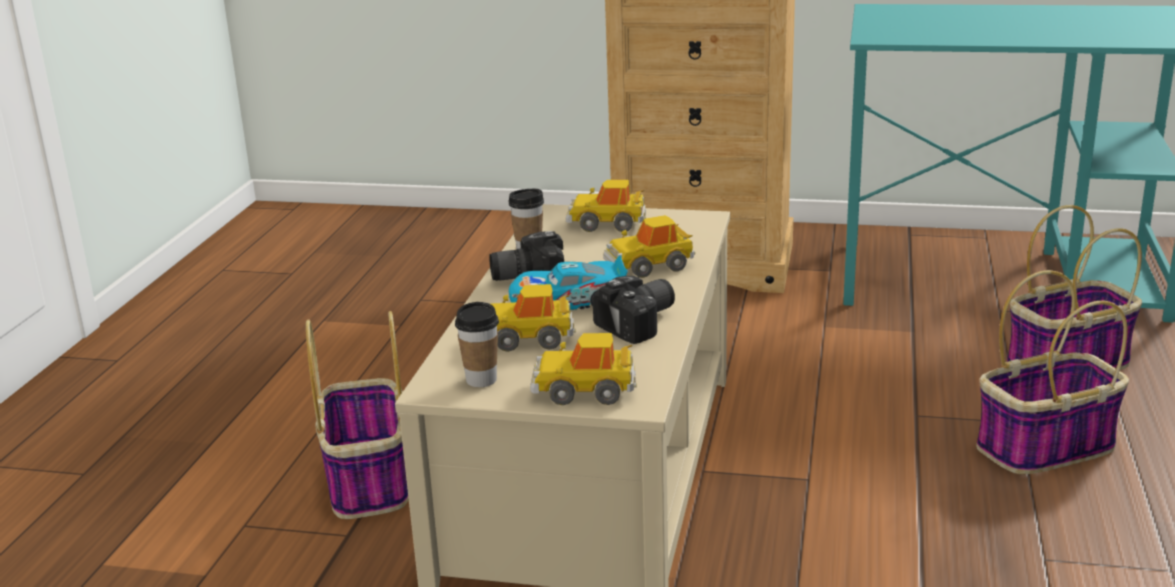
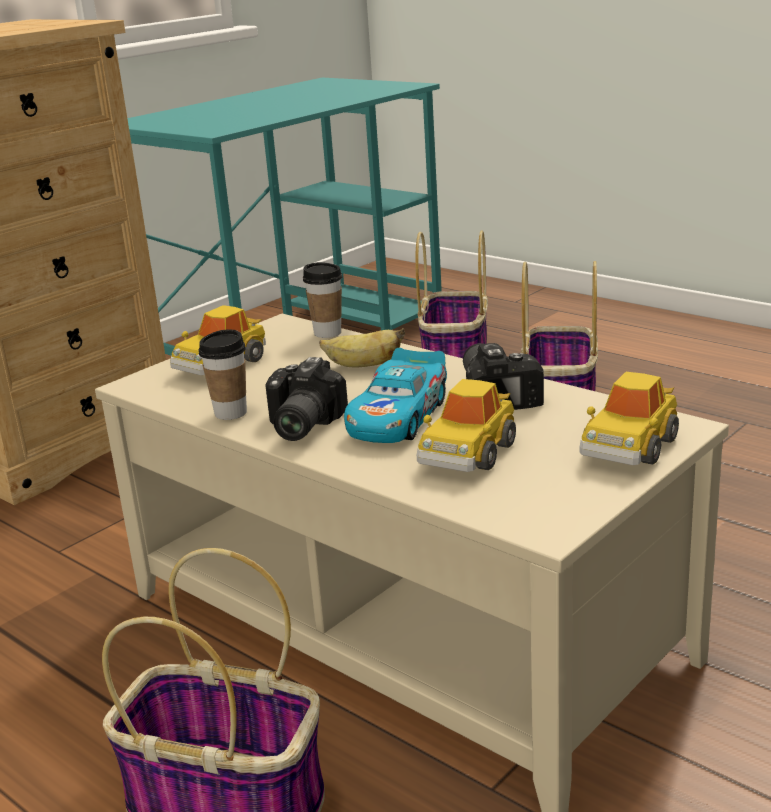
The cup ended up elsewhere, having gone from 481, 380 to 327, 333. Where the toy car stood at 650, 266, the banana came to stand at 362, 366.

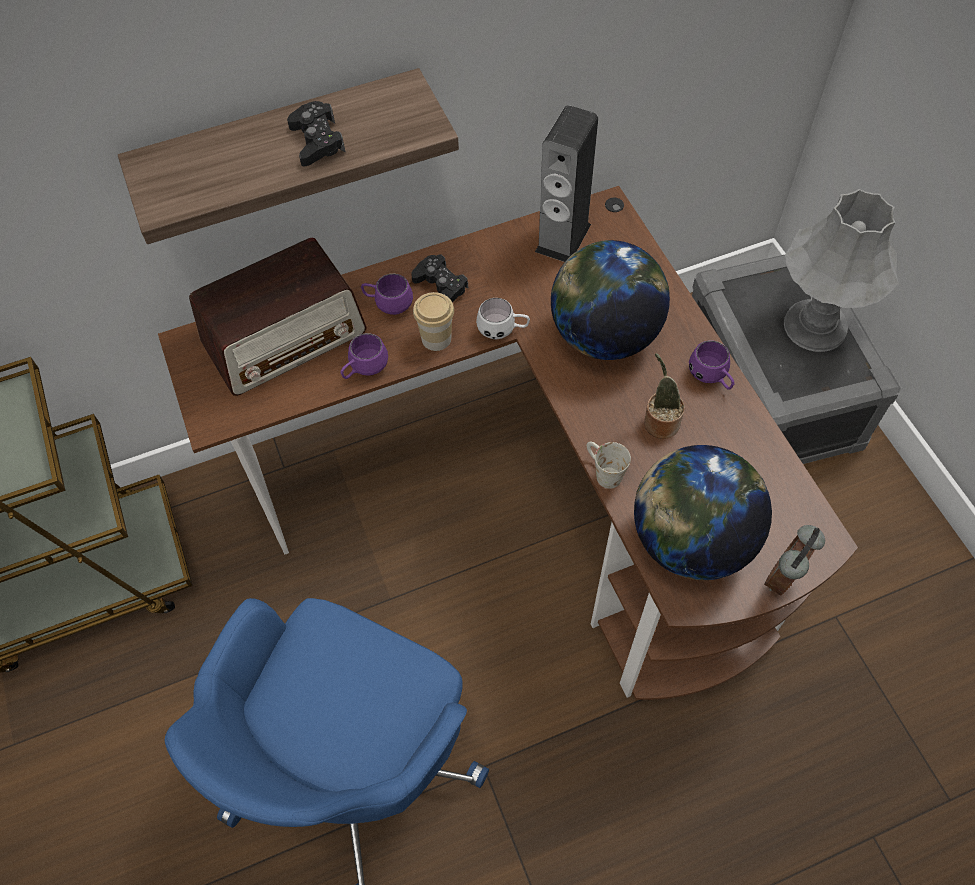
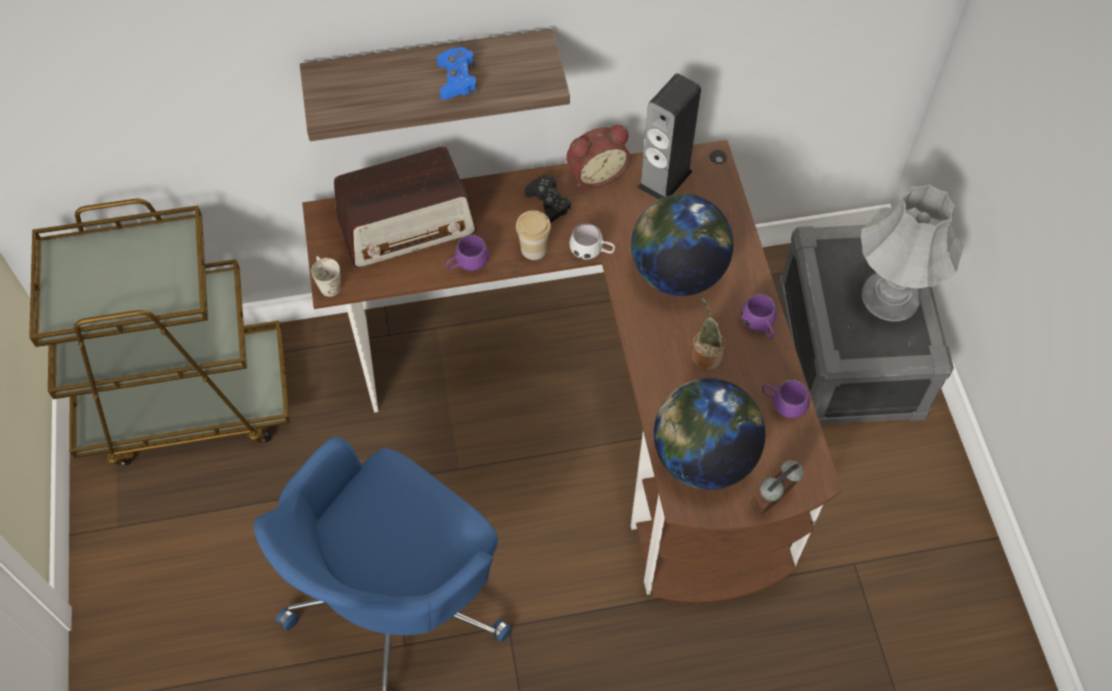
The white mug ended up elsewhere, having gone from 602, 472 to 327, 283. What was the black game controller at 317, 141 turned into the blue game controller at 457, 79. The second view gained the alarm clock at 595, 173. The purple mug ended up elsewhere, having gone from 388, 304 to 782, 404.

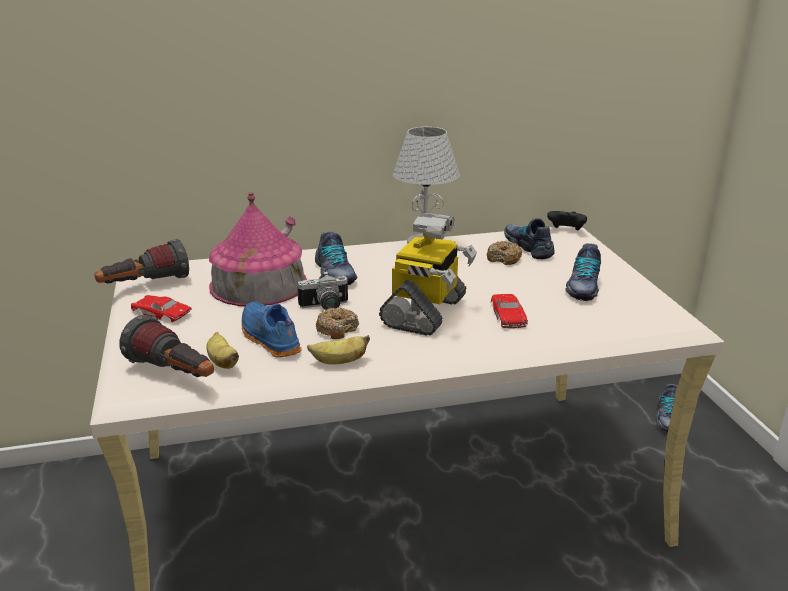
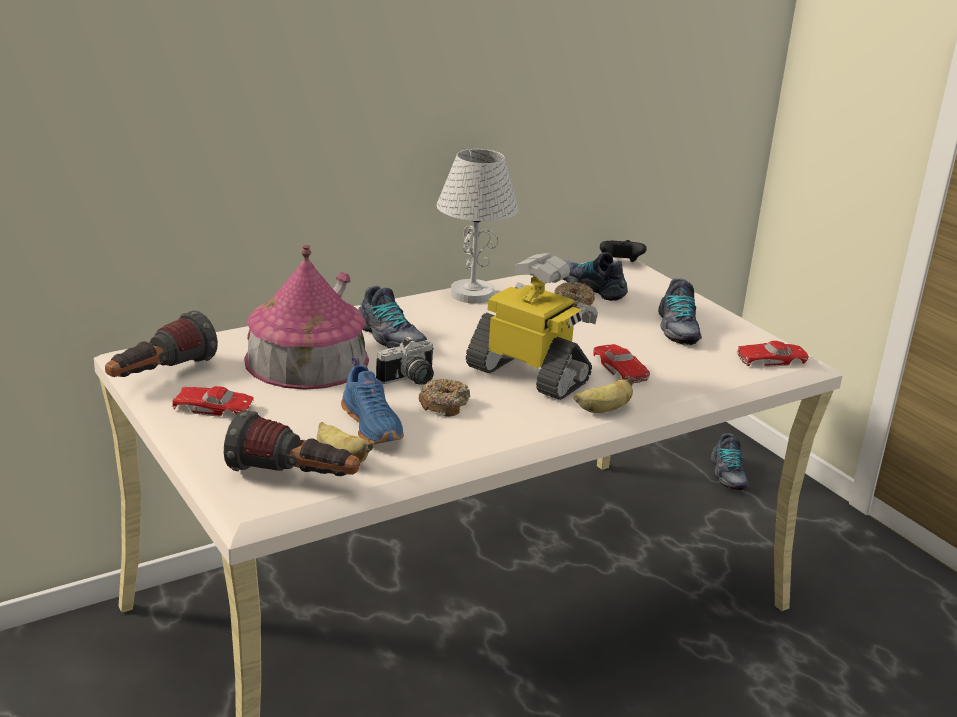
The blue shoe at 269, 339 ended up facing another way, 150 degrees counterclockwise from before. The toy robot at 426, 312 ended up facing another way, 60 degrees counterclockwise from before. The banana ended up elsewhere, having gone from 339, 362 to 603, 410. The second view gained the red toy car at 771, 360.

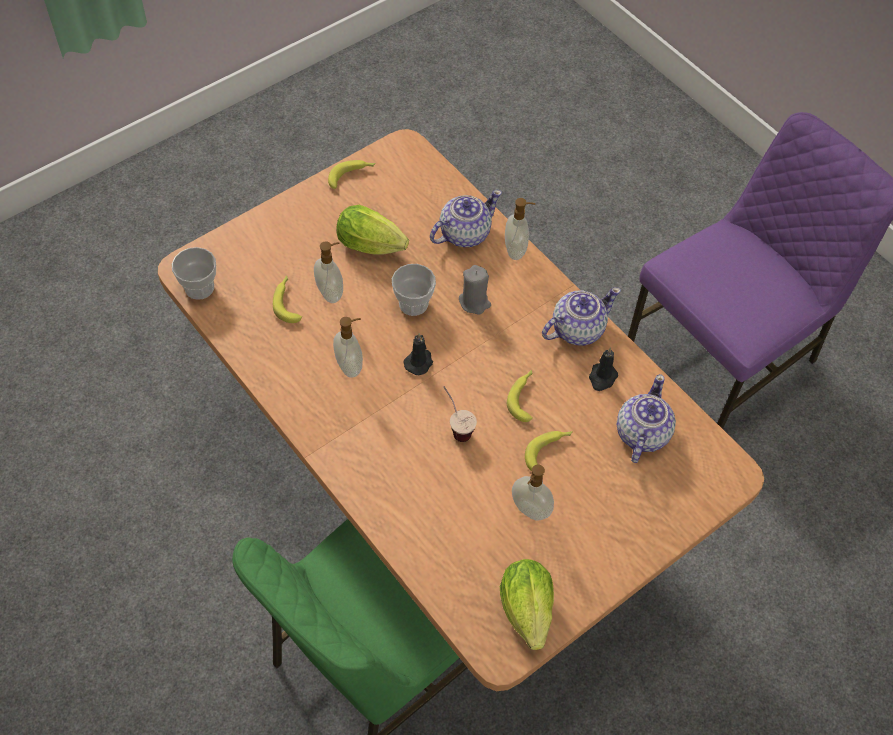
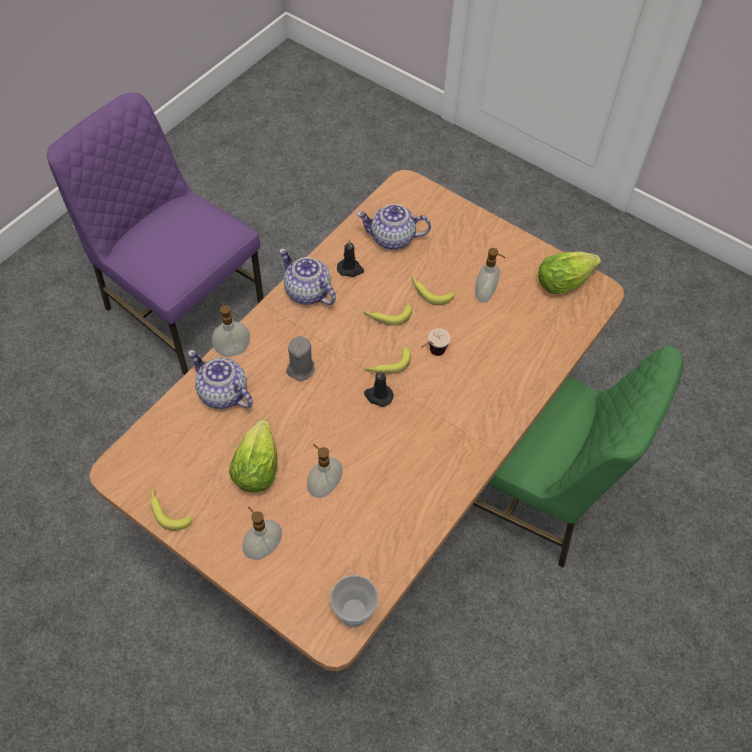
The soap dispenser ended up elsewhere, having gone from 350, 366 to 263, 548. The banana ended up elsewhere, having gone from 287, 302 to 387, 365. The second view lost the cup at 413, 304.

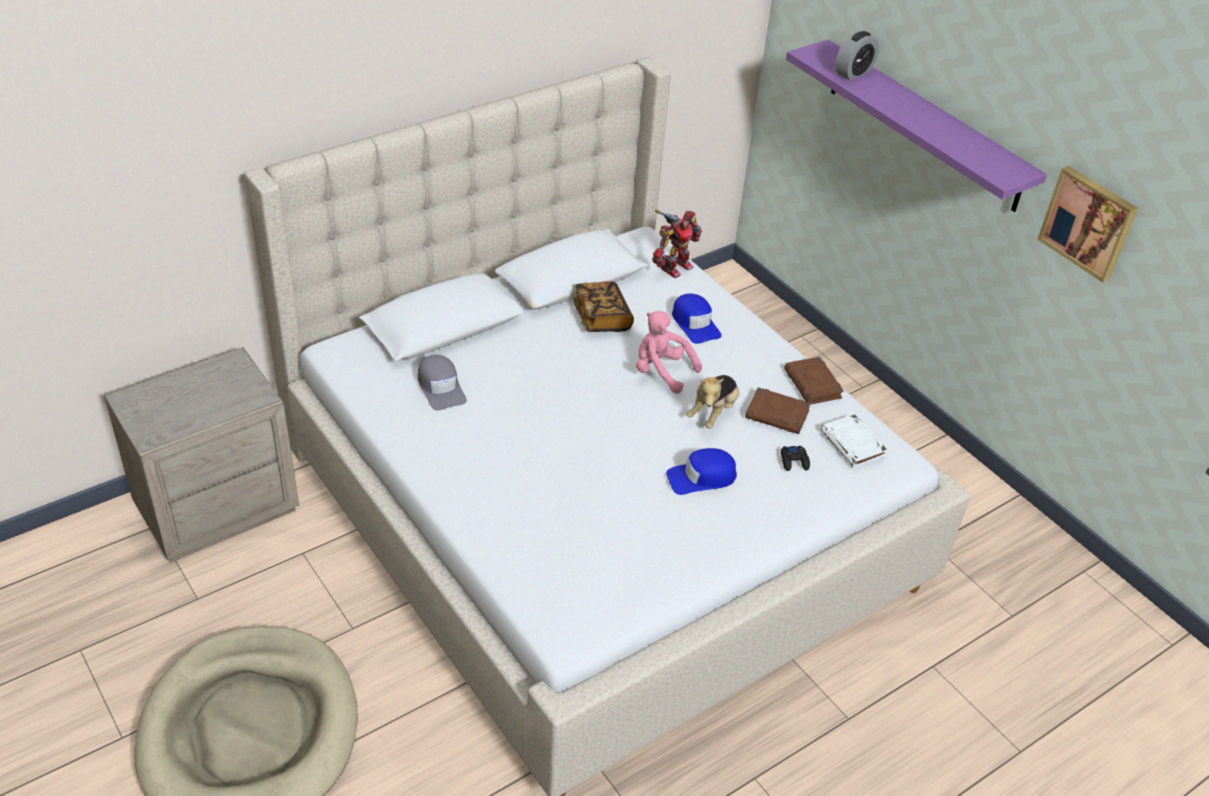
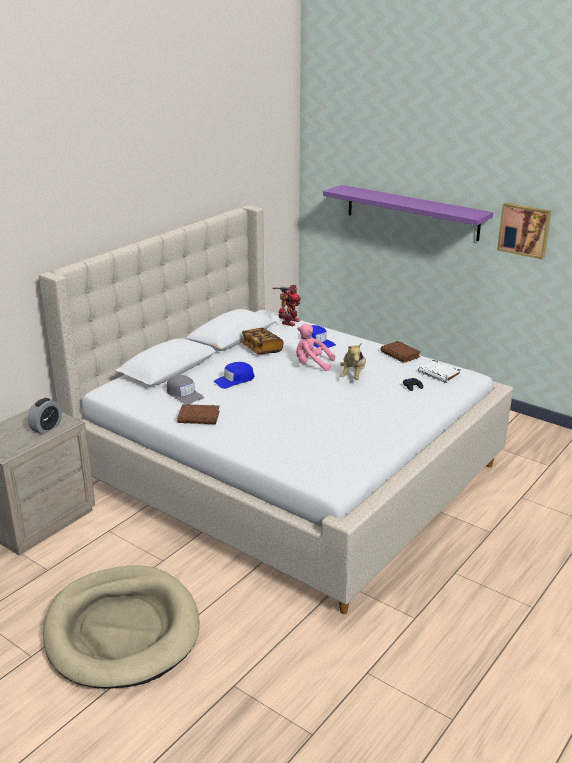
The alarm clock ended up elsewhere, having gone from 853, 73 to 46, 428. The brown book ended up elsewhere, having gone from 777, 415 to 199, 417. The blue cap ended up elsewhere, having gone from 701, 477 to 234, 380.

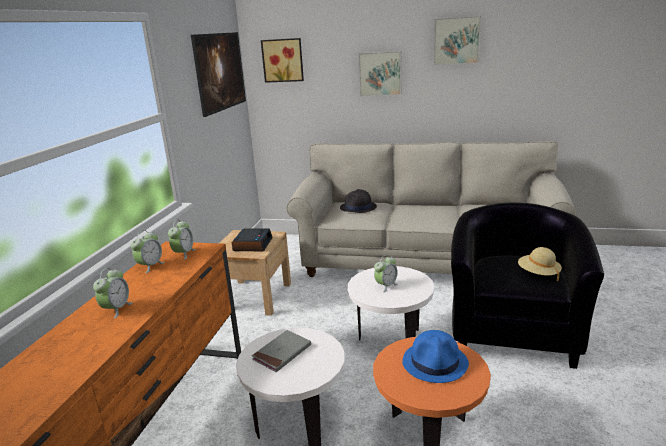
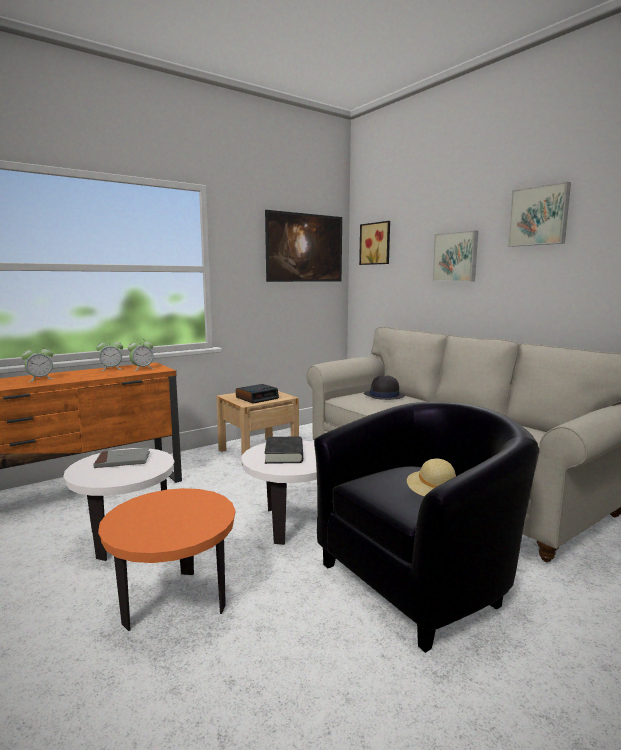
Where the alarm clock stood at 386, 286, the black book came to stand at 284, 454. The second view lost the blue hat at 435, 363.

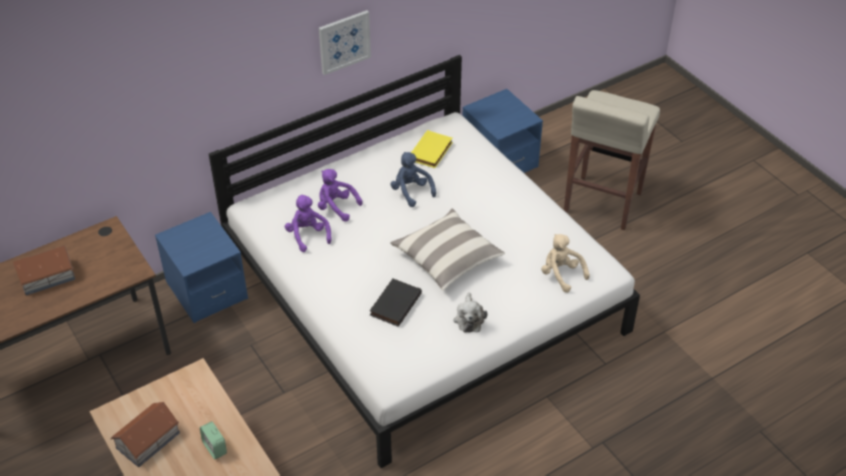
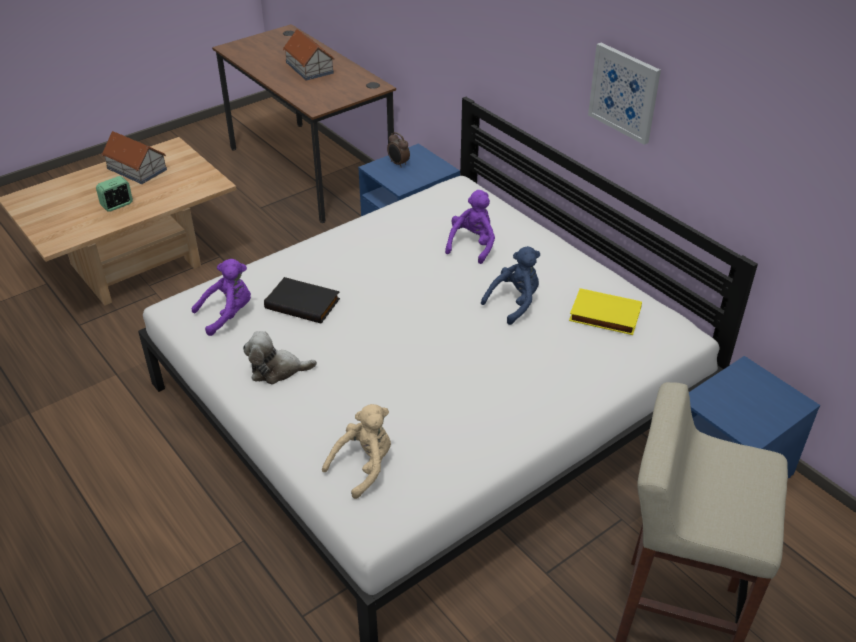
The purple plush toy ended up elsewhere, having gone from 308, 235 to 228, 314. The second view gained the alarm clock at 398, 164. The second view lost the pillow at 447, 258.

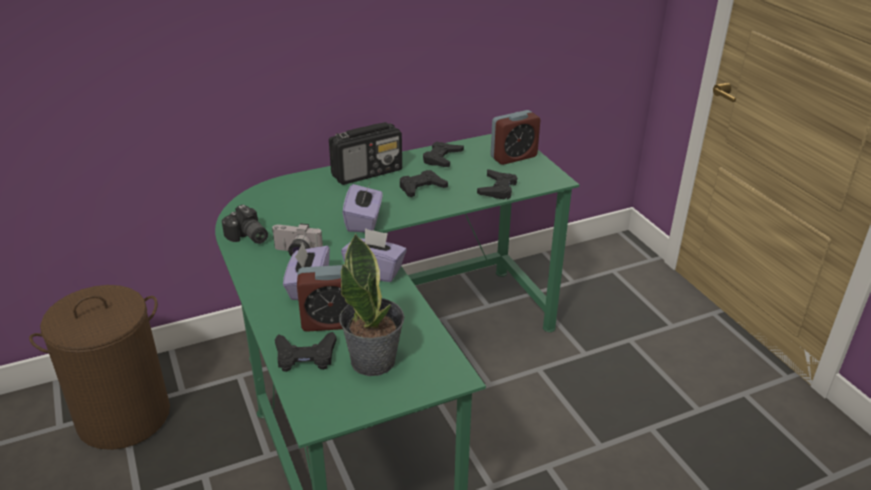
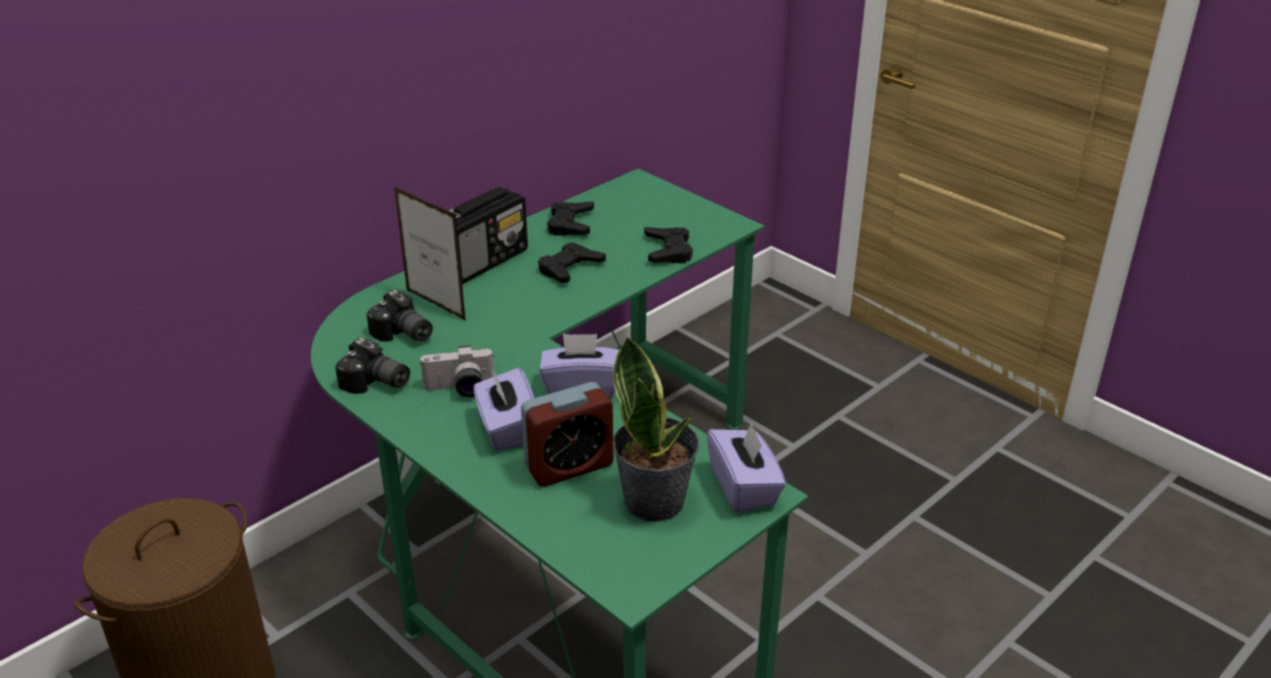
The second view gained the photo camera at 402, 334. The second view gained the picture frame at 435, 305. The purple tissue box ended up elsewhere, having gone from 364, 221 to 744, 487. The second view lost the black game controller at 305, 356. The second view lost the alarm clock at 513, 157.

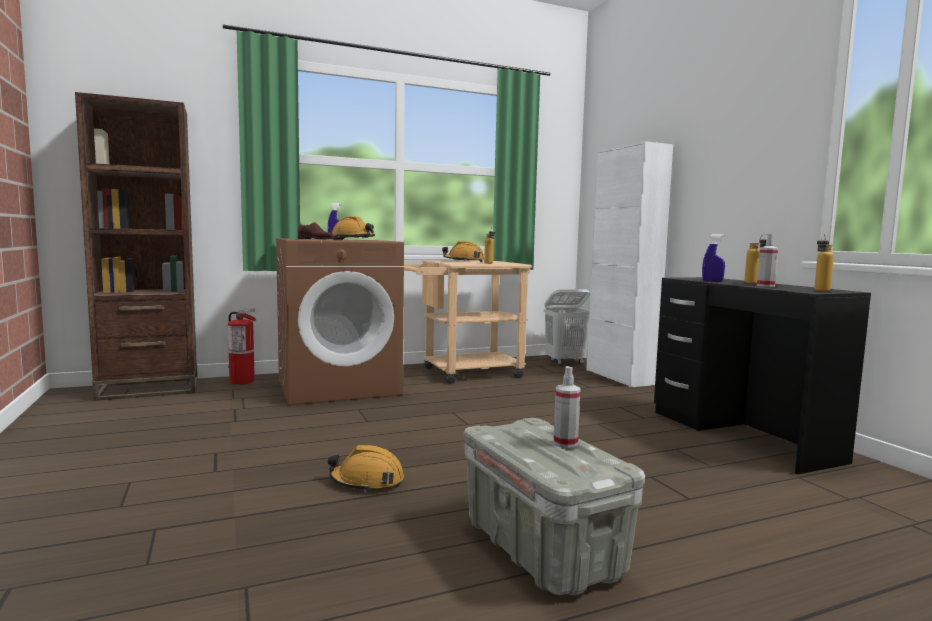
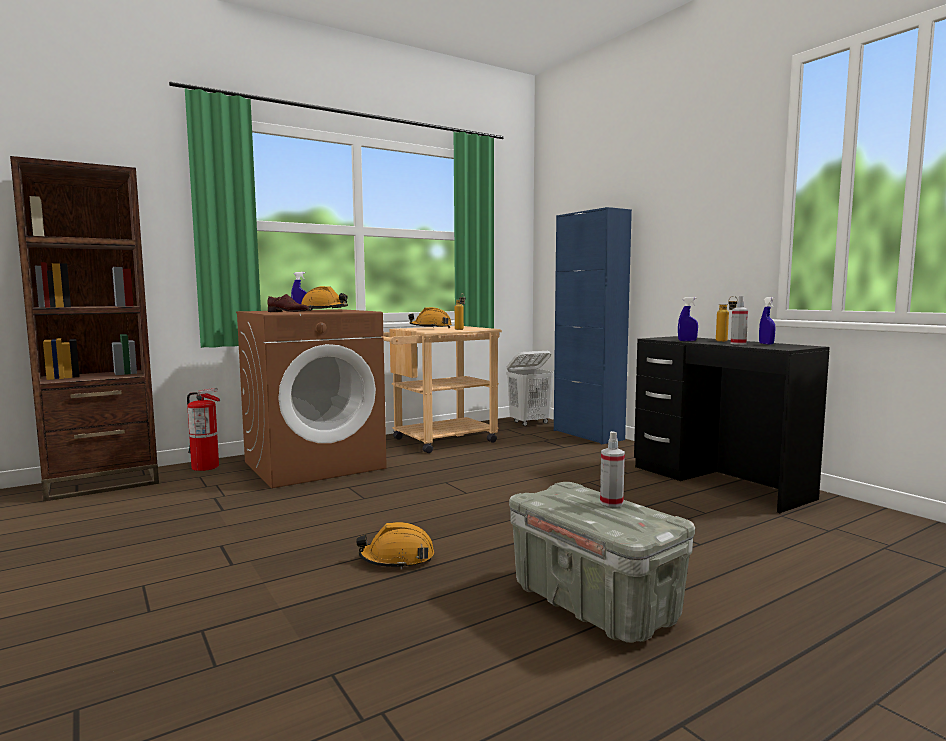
What was the white cabinet at 620, 377 turned into the blue cabinet at 588, 435. The second view gained the blue spray bottle at 766, 344. The second view lost the bottle at 820, 291.

